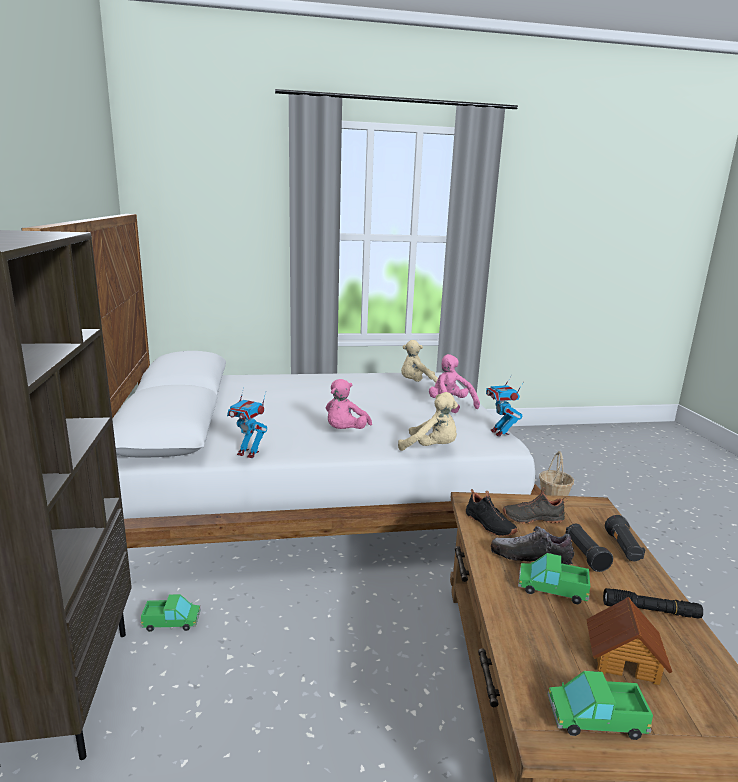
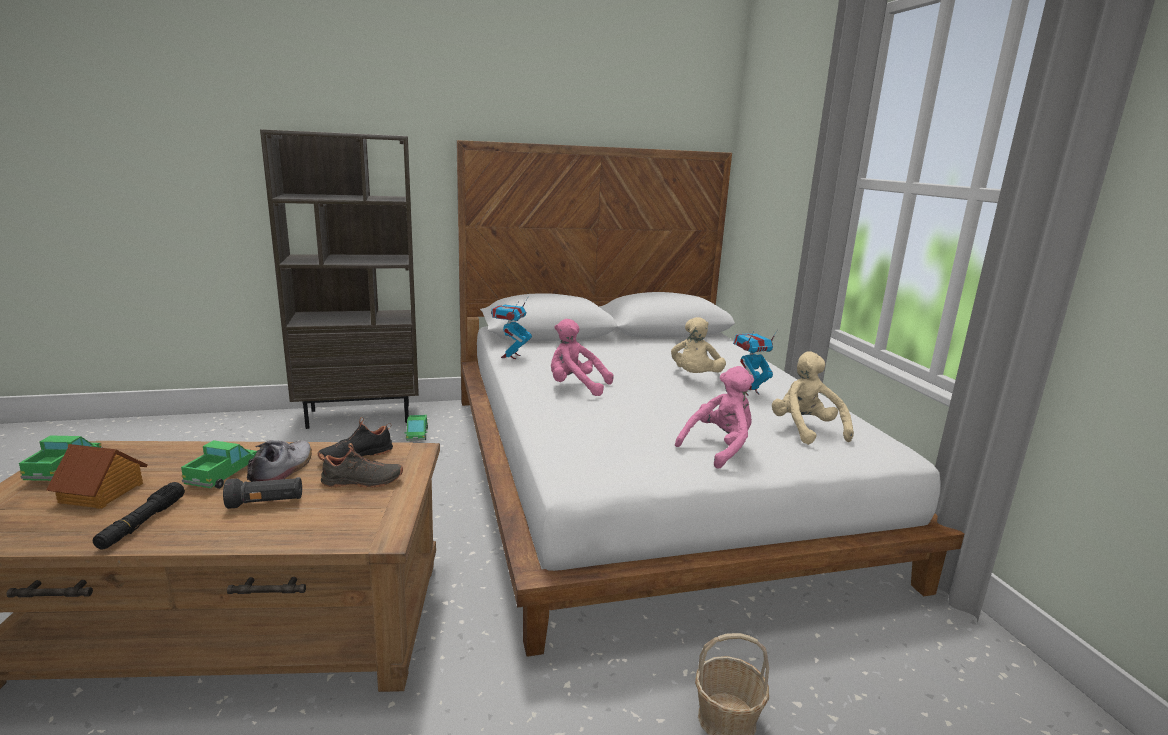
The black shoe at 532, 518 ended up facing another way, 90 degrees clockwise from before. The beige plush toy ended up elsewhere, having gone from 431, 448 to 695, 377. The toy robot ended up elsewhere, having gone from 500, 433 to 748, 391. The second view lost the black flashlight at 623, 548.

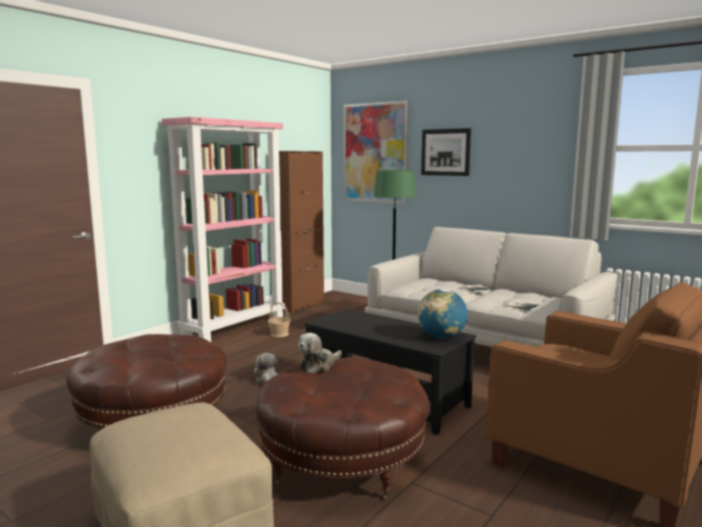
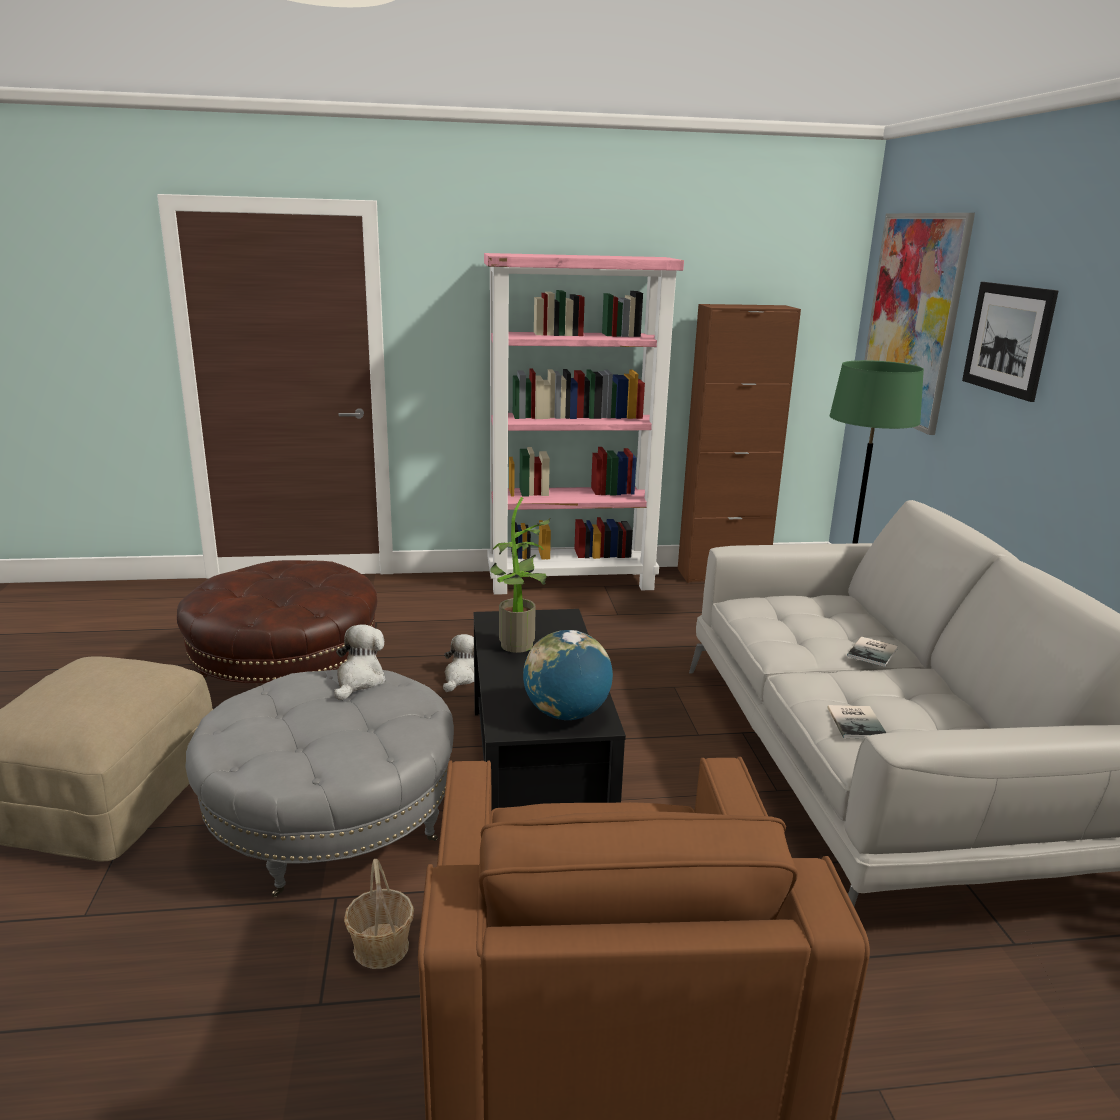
What was the brown ottoman at 342, 461 turned into the grey ottoman at 332, 822. The plush toy at 318, 366 ended up facing another way, 105 degrees clockwise from before. The basket ended up elsewhere, having gone from 279, 334 to 381, 947. The second view gained the potted plant at 520, 647.

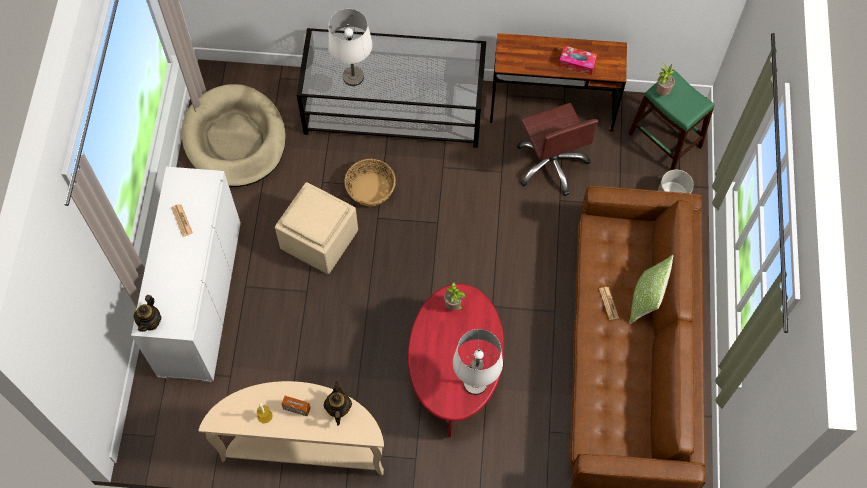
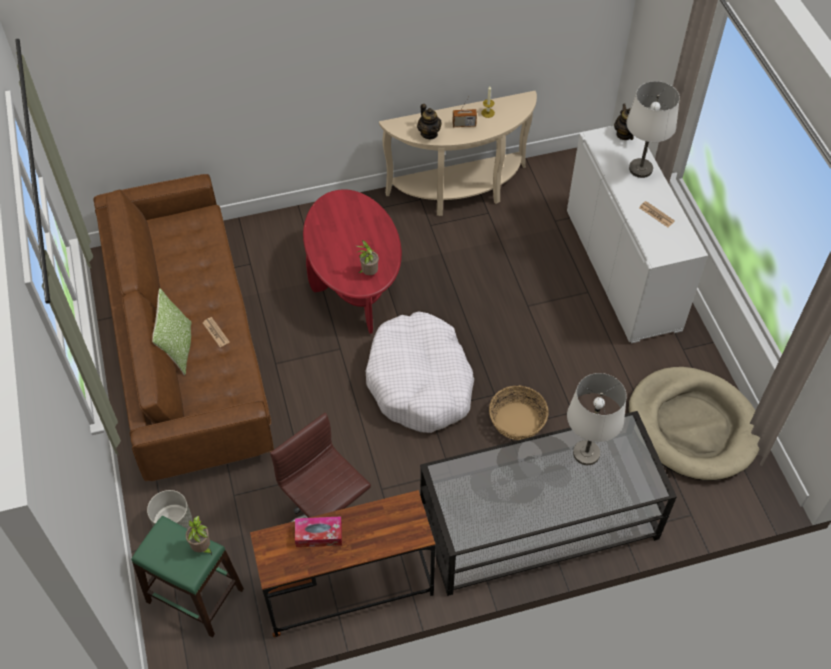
The second view gained the white dog bed at 420, 382. The white table lamp ended up elsewhere, having gone from 475, 383 to 640, 169. The second view lost the beige ottoman at 319, 239.

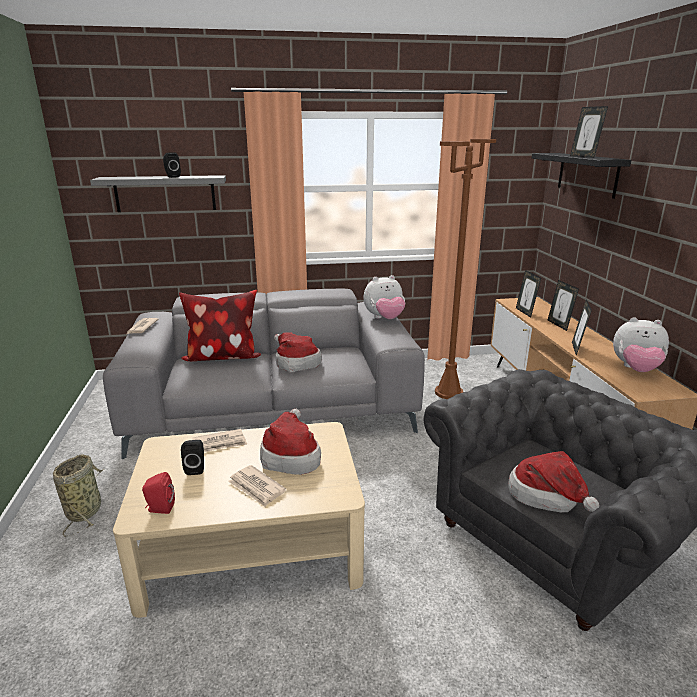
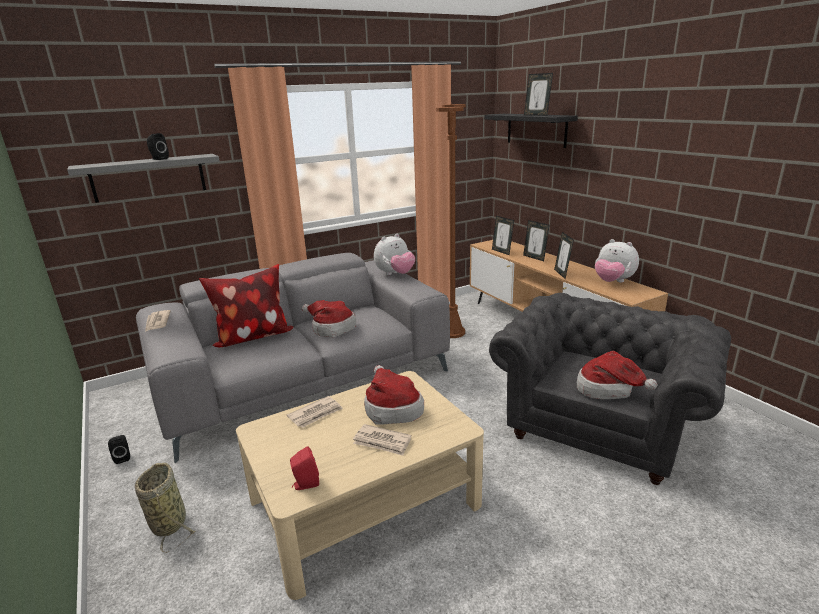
The black speaker ended up elsewhere, having gone from 196, 468 to 123, 457. The plush toy at 635, 369 ended up facing another way, 45 degrees clockwise from before.

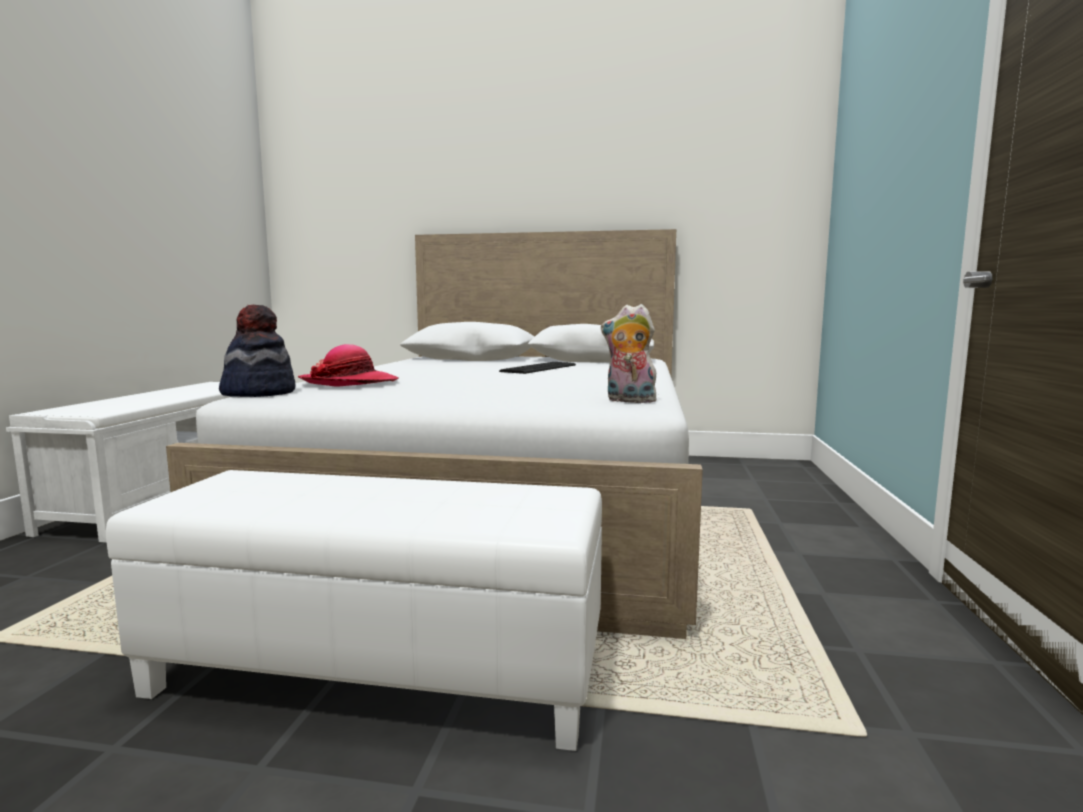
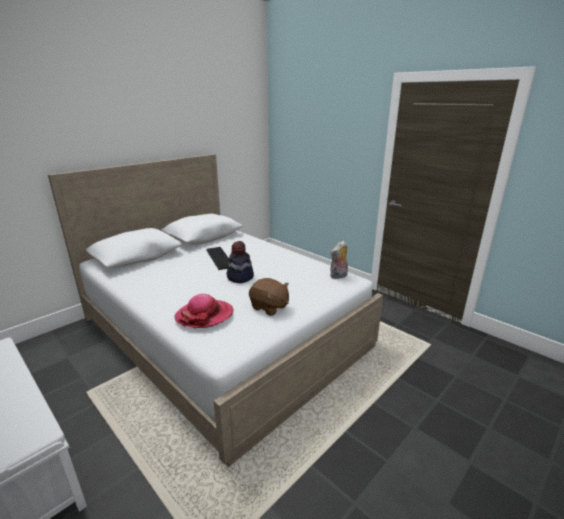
The hat ended up elsewhere, having gone from 259, 393 to 240, 277. The second view gained the brown plush toy at 269, 307. The second view lost the white ottoman at 381, 671.

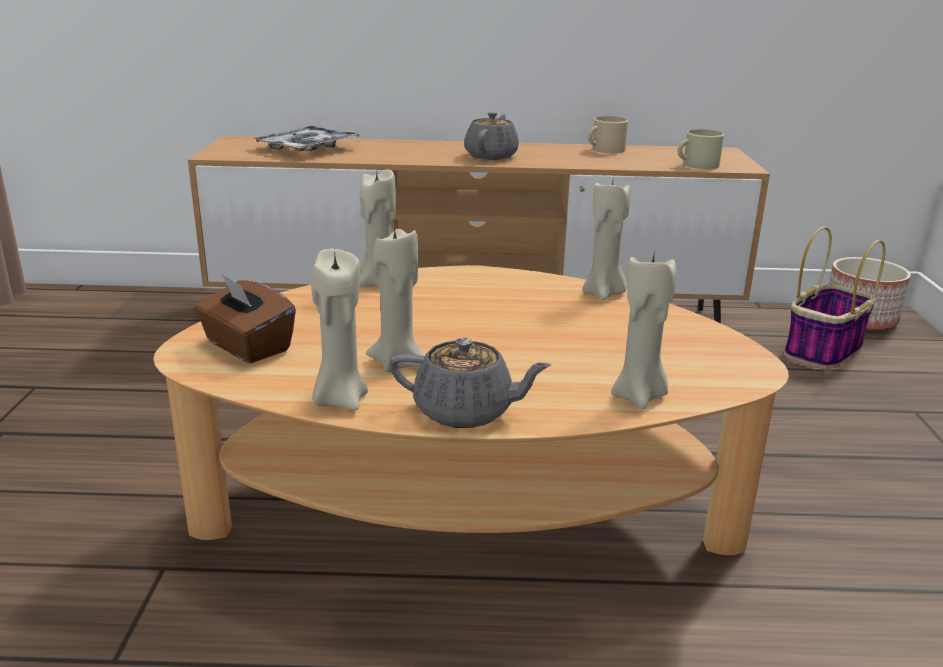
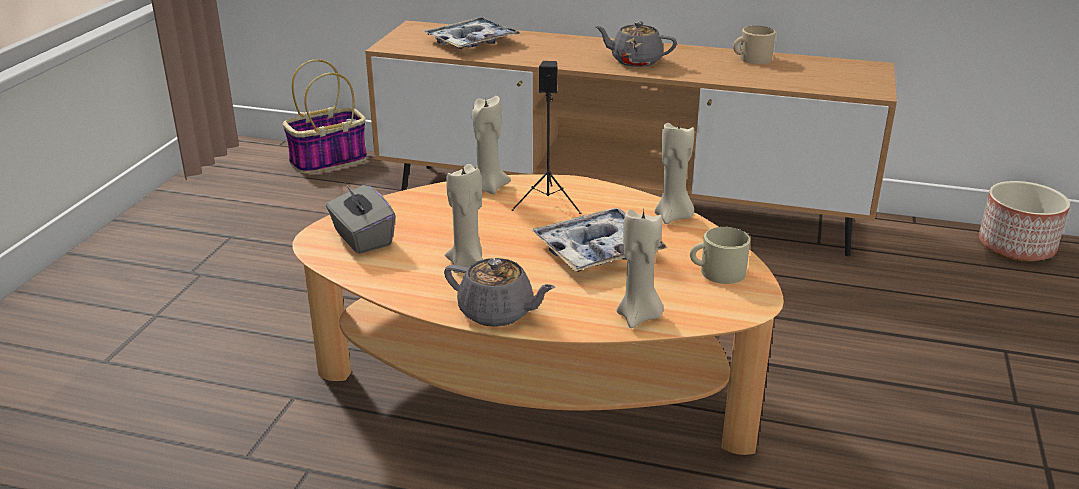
The basket ended up elsewhere, having gone from 823, 351 to 328, 161. What was the brown tissue box at 247, 346 turned into the grey tissue box at 362, 238. The second view gained the black speaker at 549, 203. The second view gained the tray at 597, 251. The grey teapot at 491, 156 ended up facing another way, 105 degrees counterclockwise from before. The beige mug ended up elsewhere, having gone from 696, 165 to 717, 272. The second view lost the beige candle at 339, 400.

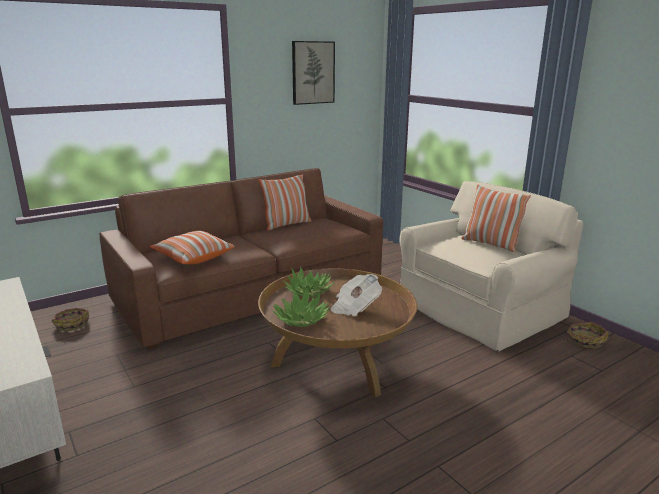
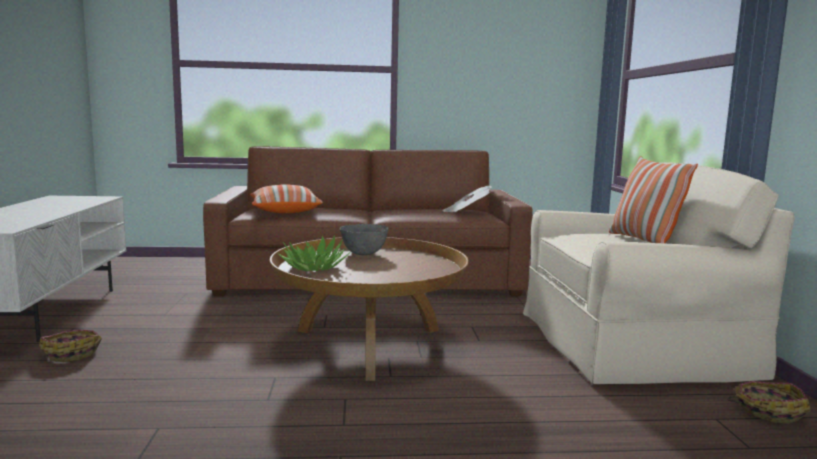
The basket ended up elsewhere, having gone from 71, 324 to 72, 353. Where the potted plant stood at 308, 292, the grey bowl came to stand at 363, 254. The newspaper ended up elsewhere, having gone from 355, 307 to 466, 212. The second view lost the pillow at 286, 224. The second view lost the picture at 313, 72.

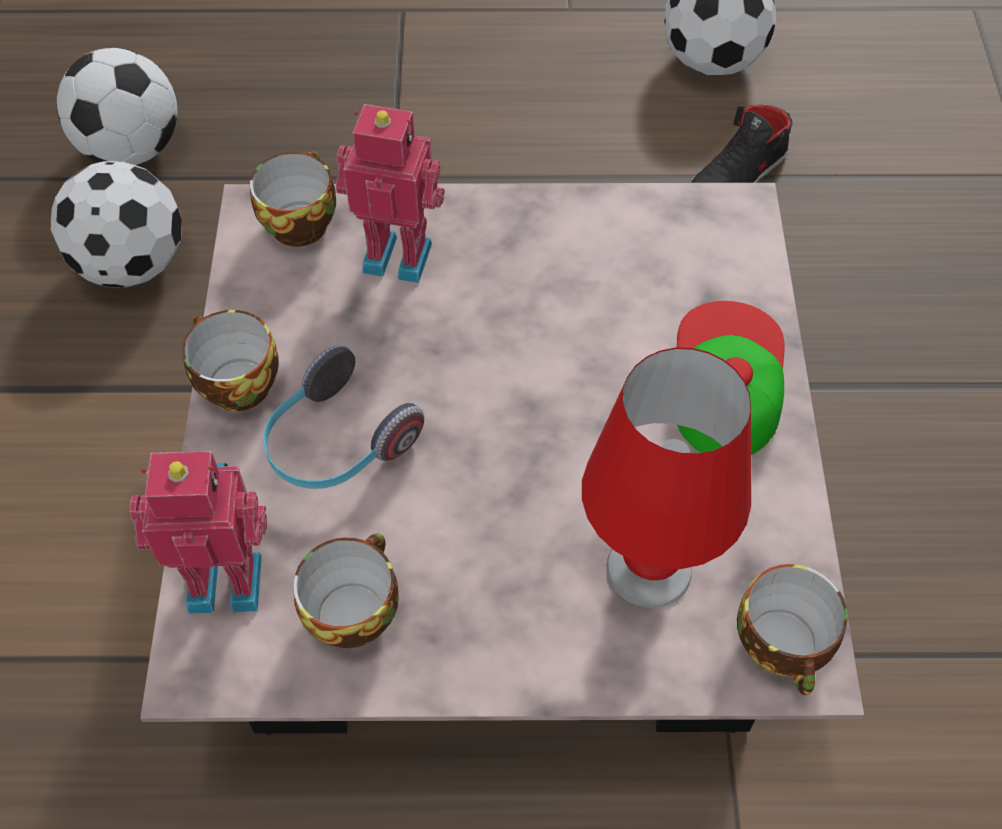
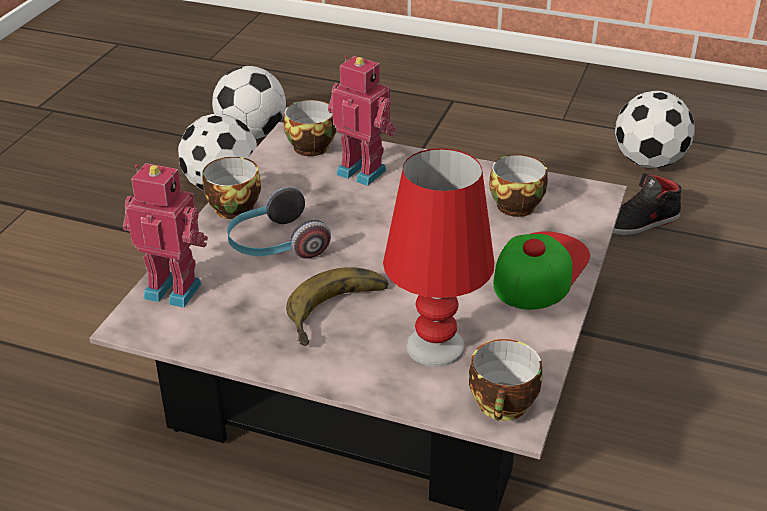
The second view gained the banana at 342, 313. The cup ended up elsewhere, having gone from 352, 610 to 516, 204.

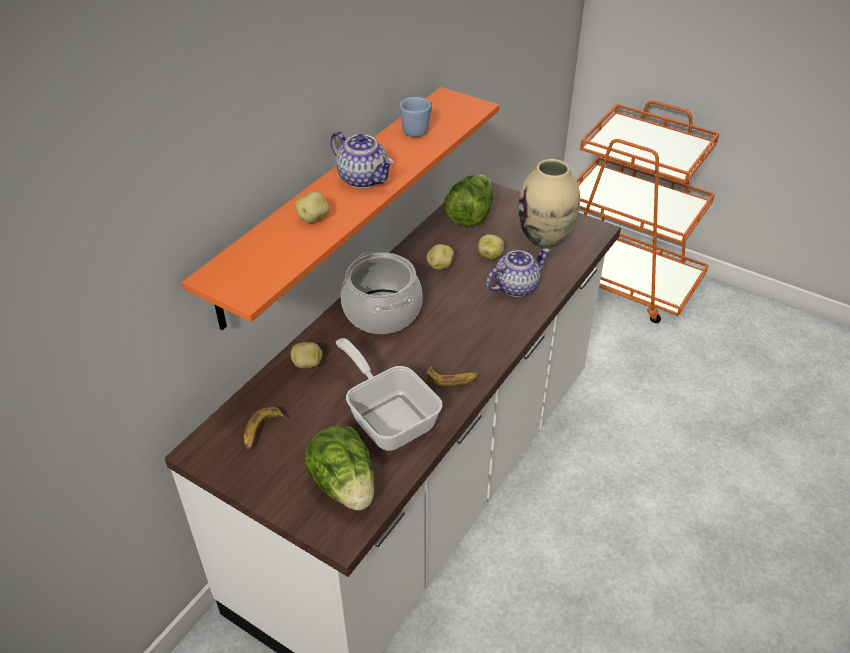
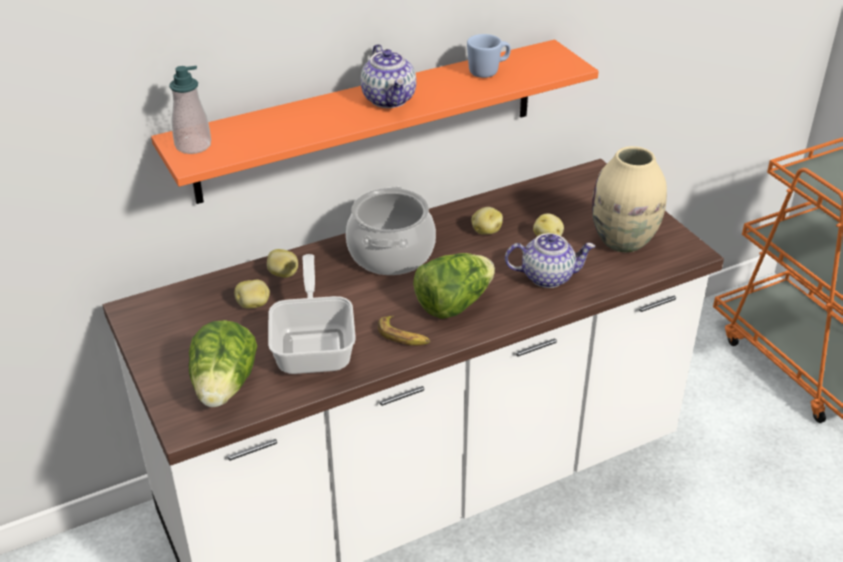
The second view gained the soap dispenser at 193, 146. The potato ended up elsewhere, having gone from 314, 218 to 254, 305. The lettuce ended up elsewhere, having gone from 470, 215 to 454, 304. The second view lost the banana at 262, 431.

